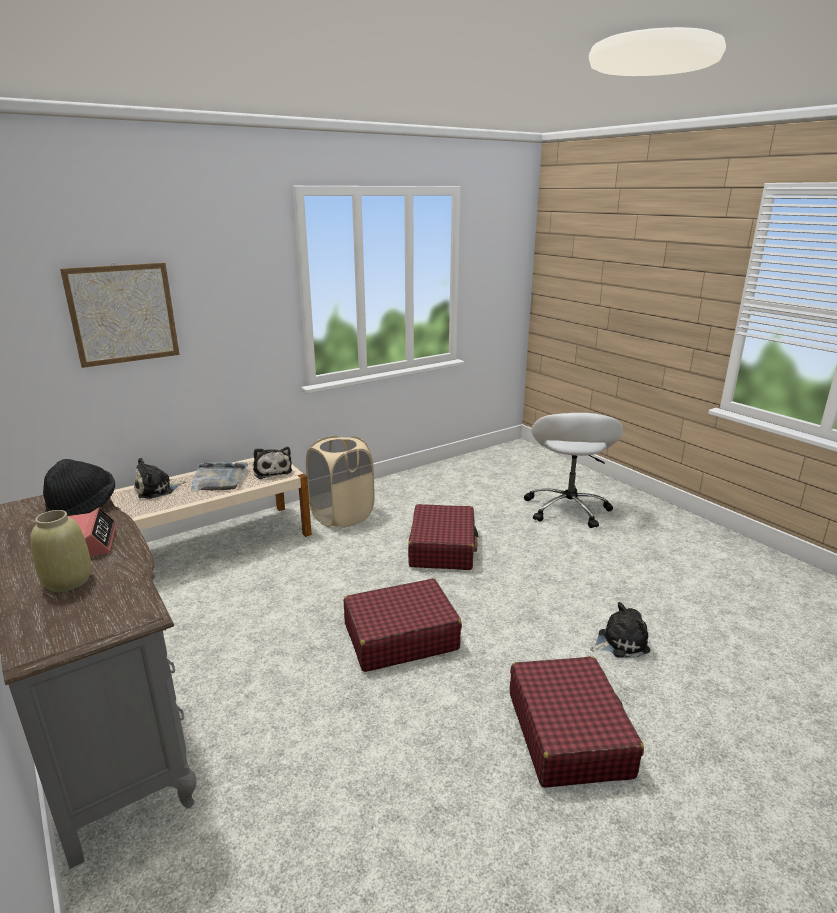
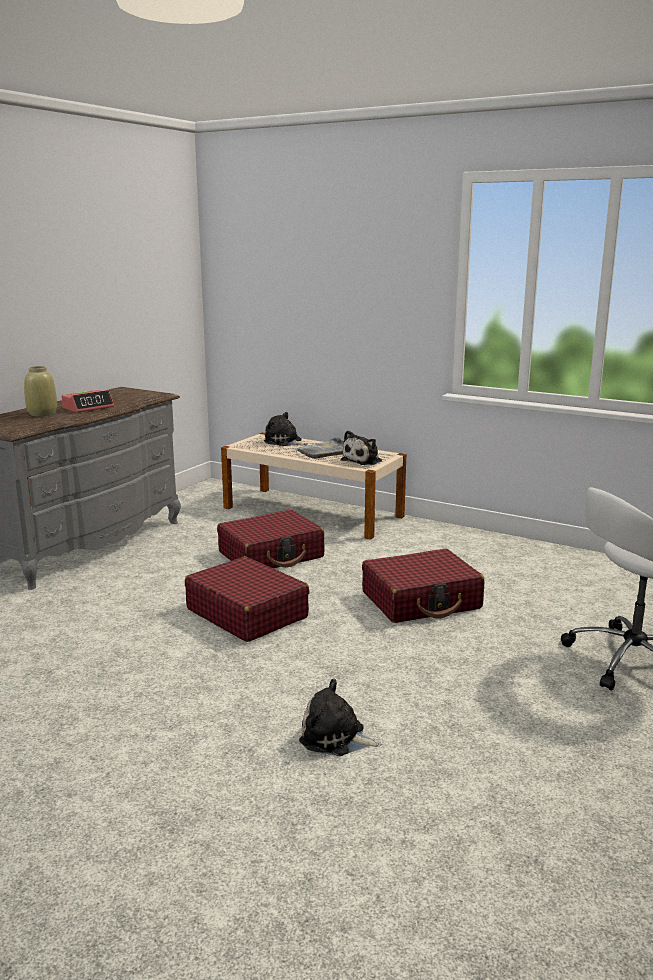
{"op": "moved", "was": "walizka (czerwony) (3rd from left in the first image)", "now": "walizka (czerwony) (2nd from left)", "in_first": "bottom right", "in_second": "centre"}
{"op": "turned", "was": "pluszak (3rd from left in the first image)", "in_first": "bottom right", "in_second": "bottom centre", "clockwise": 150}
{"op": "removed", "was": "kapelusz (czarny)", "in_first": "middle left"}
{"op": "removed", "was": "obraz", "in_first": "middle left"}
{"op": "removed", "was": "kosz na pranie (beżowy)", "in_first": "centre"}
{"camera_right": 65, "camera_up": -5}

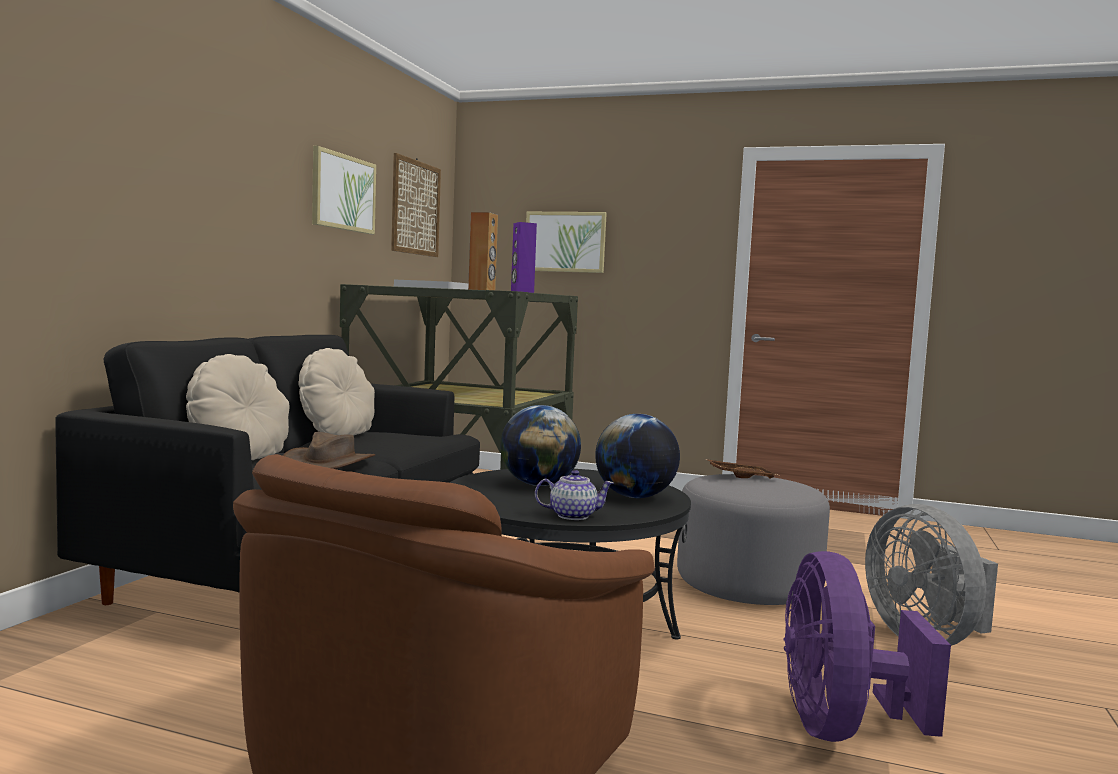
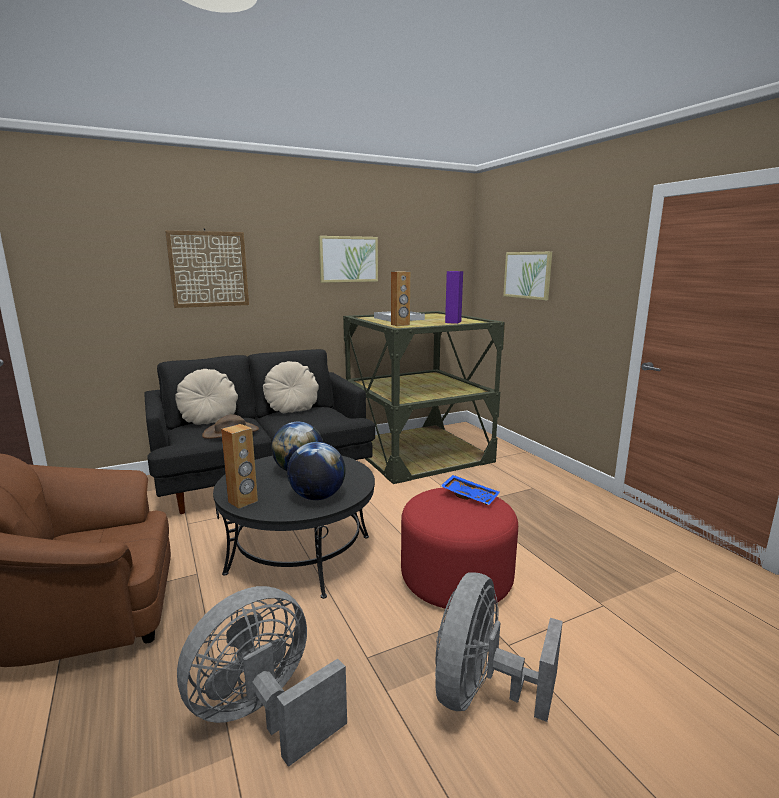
{"op": "moved", "was": "obraz (2nd from left in the first image)", "now": "obraz (1st from left)", "in_first": "top centre", "in_second": "middle left"}
{"op": "recoloured", "was": "wentylator (fioletowy)", "now": "wentylator (szary) (1st from left)", "in_first": "bottom right", "in_second": "bottom centre"}
{"op": "replaced", "was": "imbryk", "now": "głośnik (brązowy) (1st from left)", "in_first": "centre", "in_second": "middle left"}
{"op": "recoloured", "was": "pufa (szary)", "now": "pufa (czerwony)", "in_first": "bottom right", "in_second": "bottom centre"}
{"op": "recoloured", "was": "taca (brązowy)", "now": "taca (niebieski)", "in_first": "centre", "in_second": "centre"}
{"camera_right": 45, "camera_up": 10}

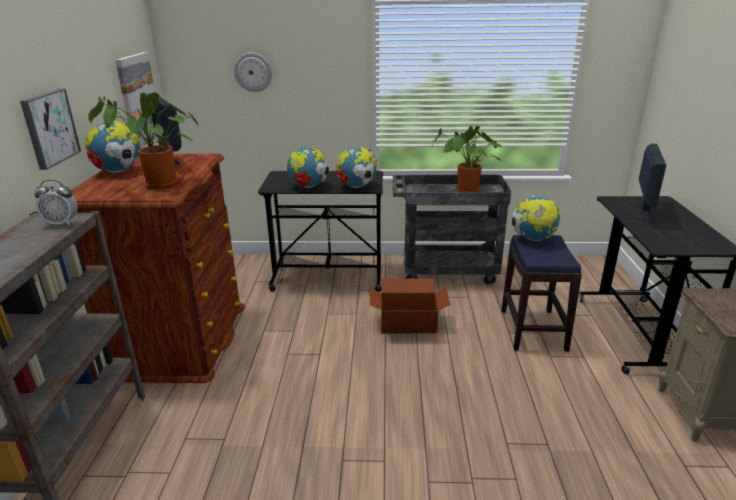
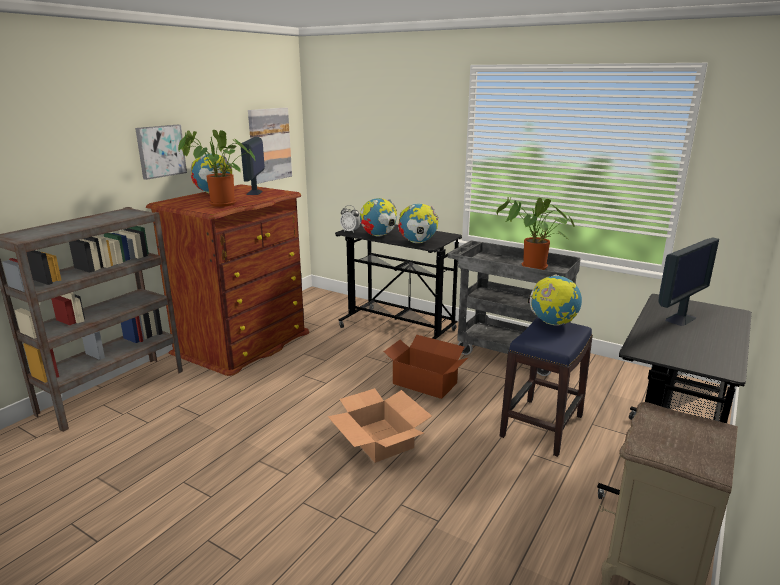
{"op": "added", "now": "karton (1st from left)", "in_second": "bottom centre"}
{"op": "moved", "was": "budzik", "in_first": "middle left", "in_second": "centre"}
{"op": "removed", "was": "zegar ścienny", "in_first": "top centre"}
{"camera_right": 30, "camera_up": -5}

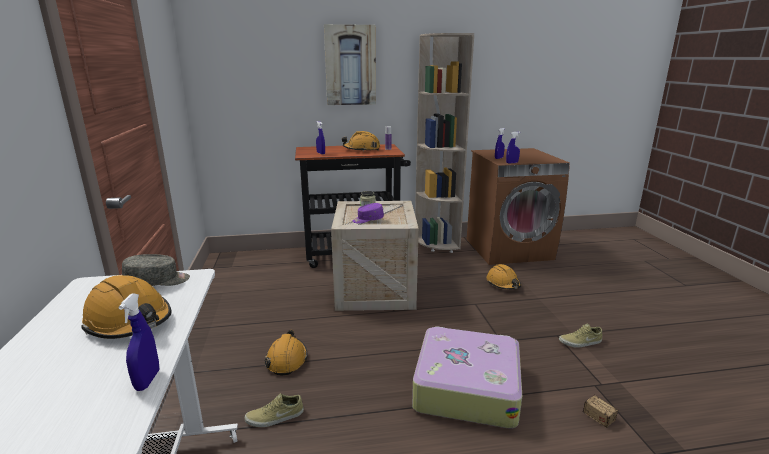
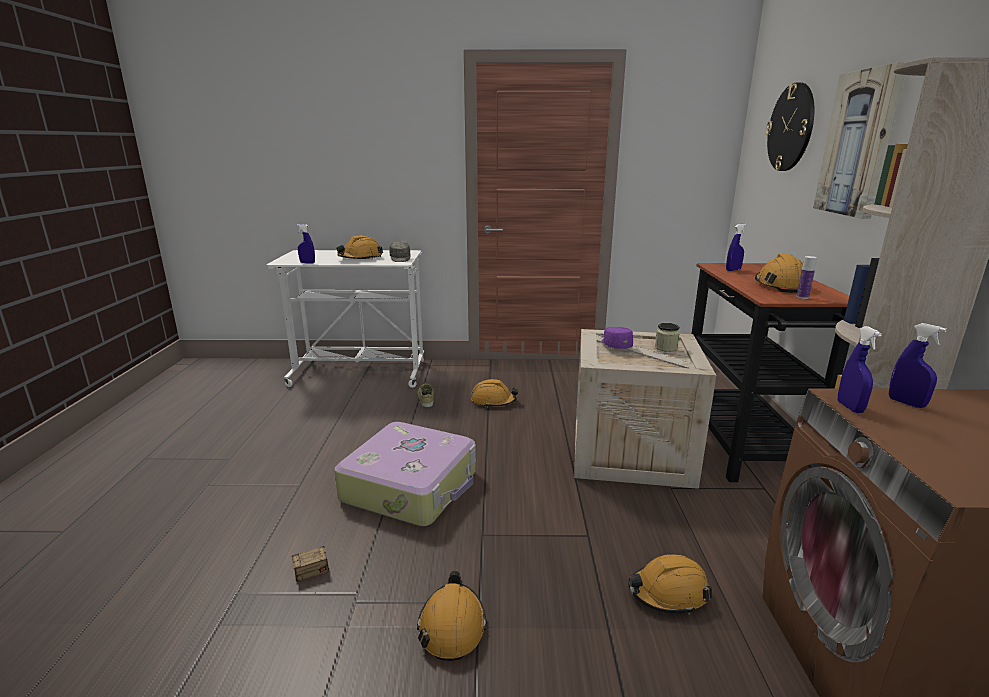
{"op": "replaced", "was": "but (beżowy) (2nd from left)", "now": "kask (pomarańczowy) (2nd from left)", "in_first": "bottom right", "in_second": "bottom centre"}
{"op": "added", "now": "zegar ścienny", "in_second": "top right"}
{"camera_right": 100, "camera_up": 0}

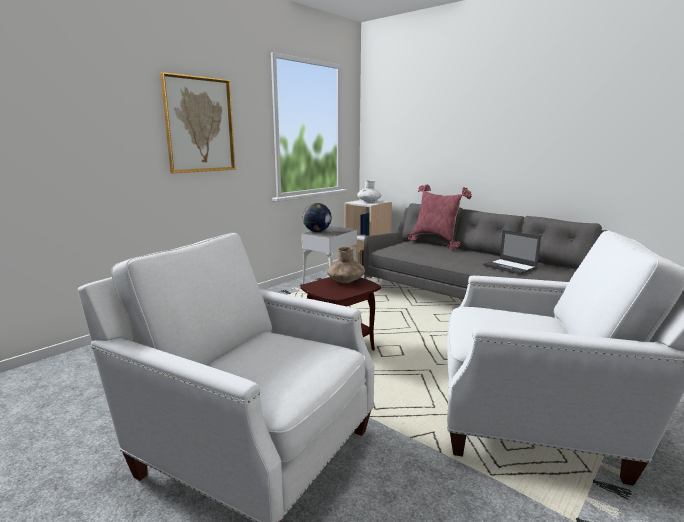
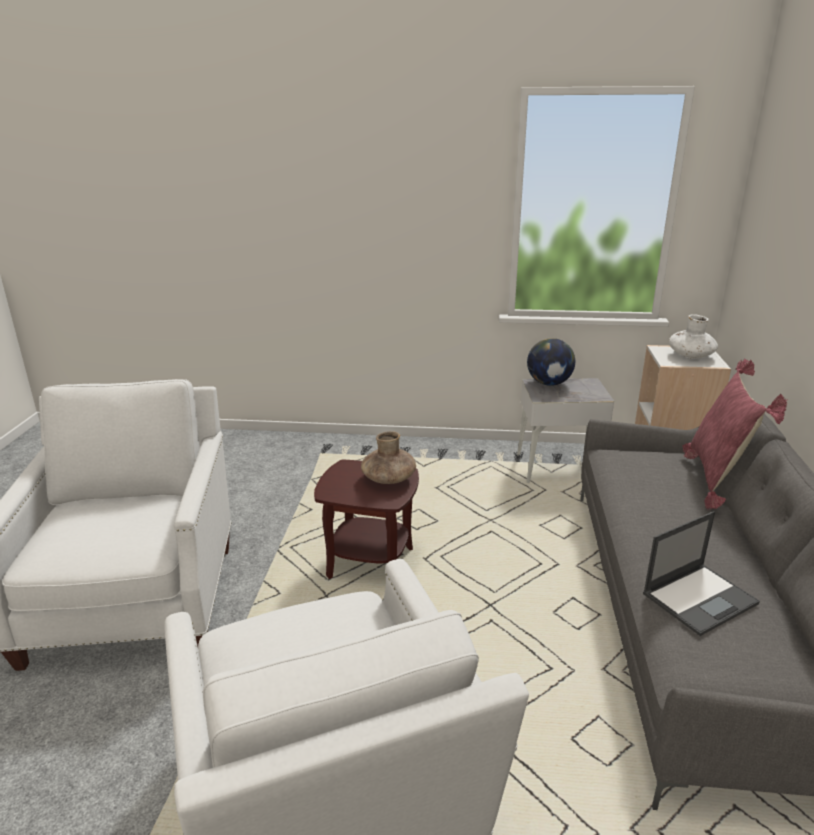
{"op": "turned", "was": "laptop", "in_first": "middle right", "in_second": "bottom right", "clockwise": -135}
{"op": "removed", "was": "obraz", "in_first": "top left"}
{"camera_right": 55, "camera_up": 10}

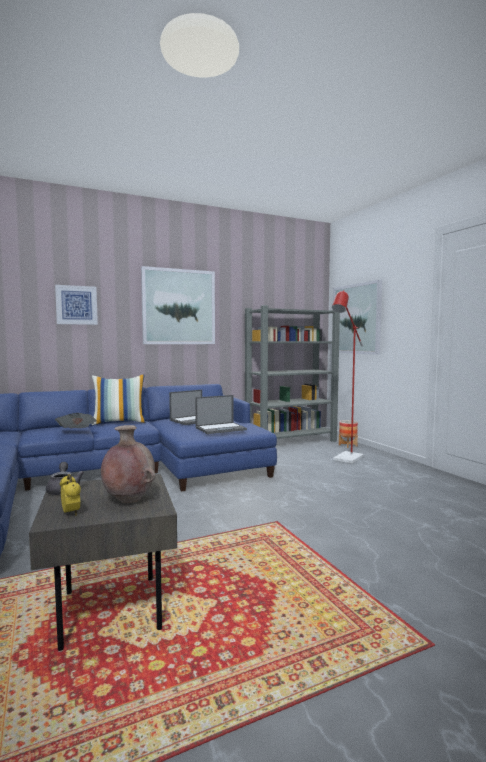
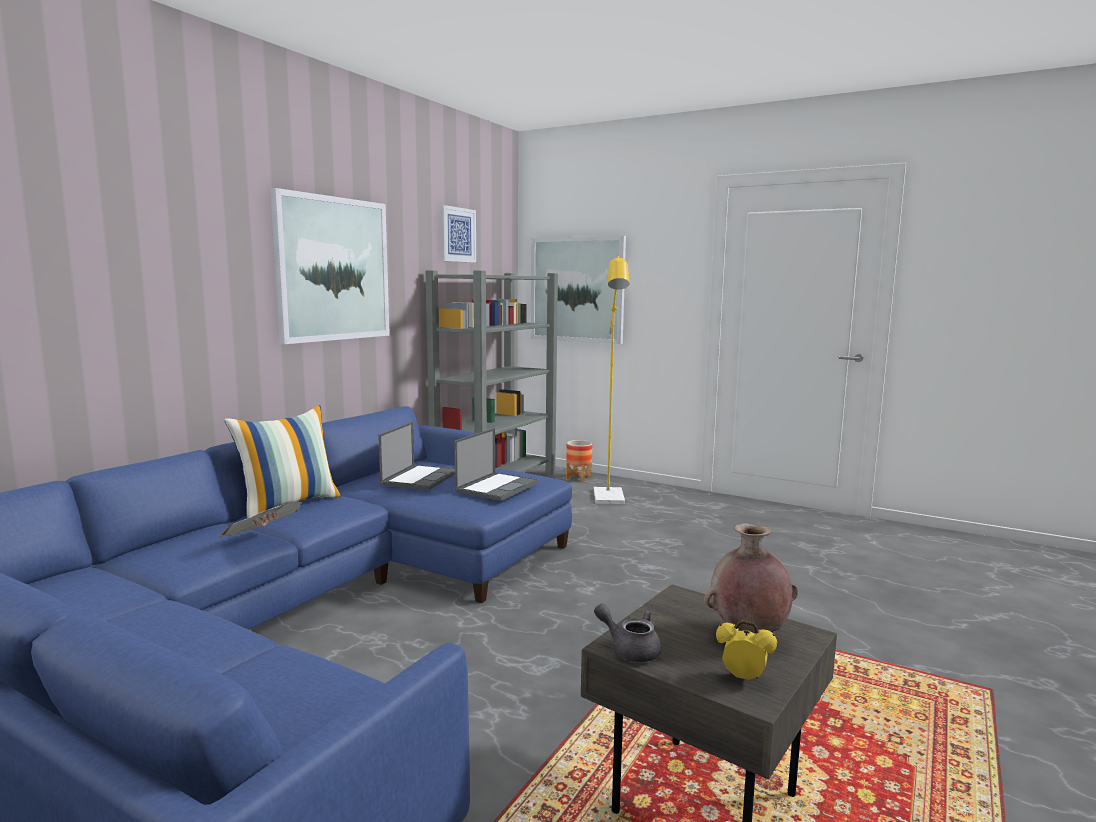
{"op": "moved", "was": "obraz (1st from left in the first image)", "now": "obraz (2nd from left)", "in_first": "middle left", "in_second": "top centre"}
{"op": "recoloured", "was": "lampa stojąca (czerwony)", "now": "lampa stojąca (żółty)", "in_first": "middle right", "in_second": "centre"}
{"camera_right": -35, "camera_up": 5}

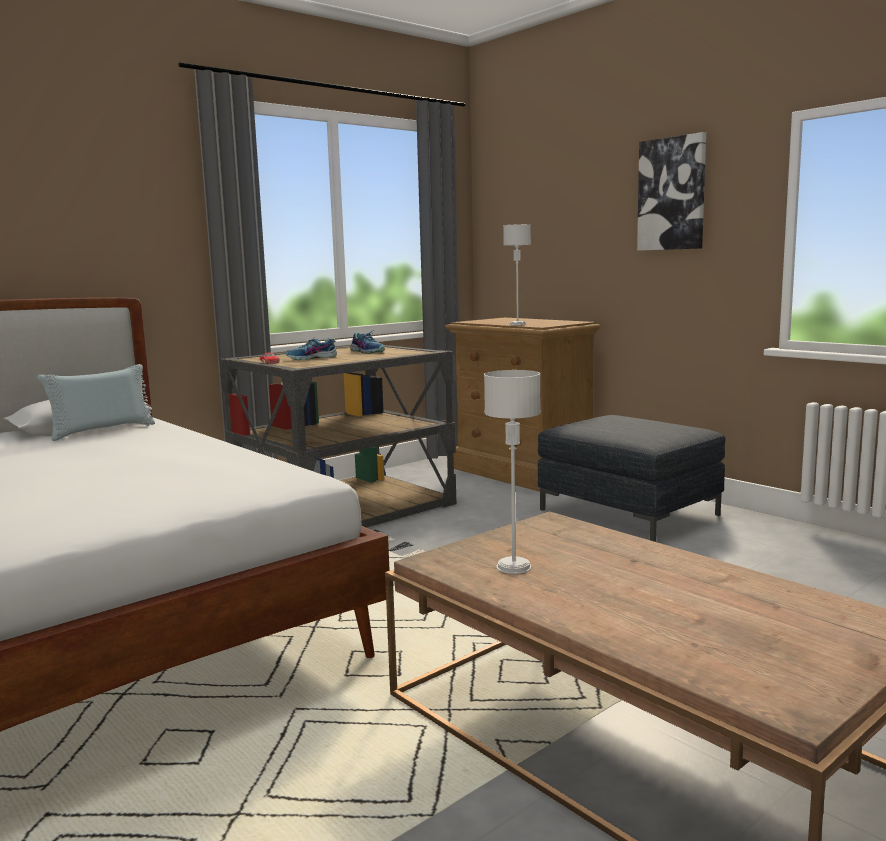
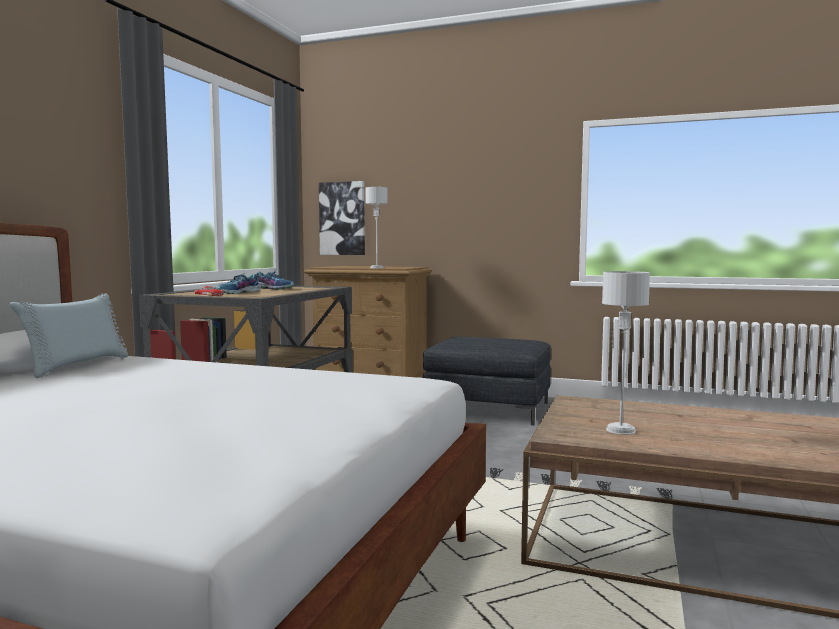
{"op": "moved", "was": "obraz", "in_first": "top right", "in_second": "centre"}
{"camera_right": -30, "camera_up": -5}

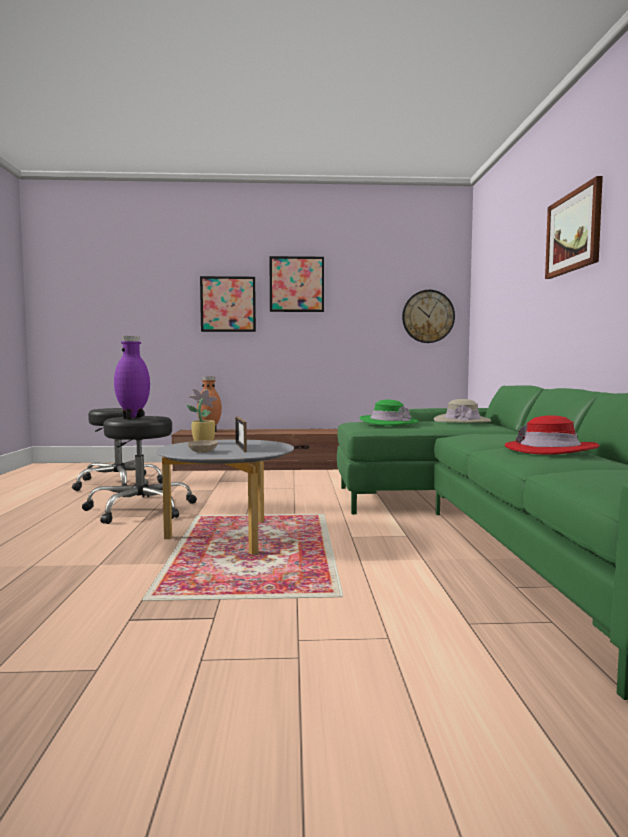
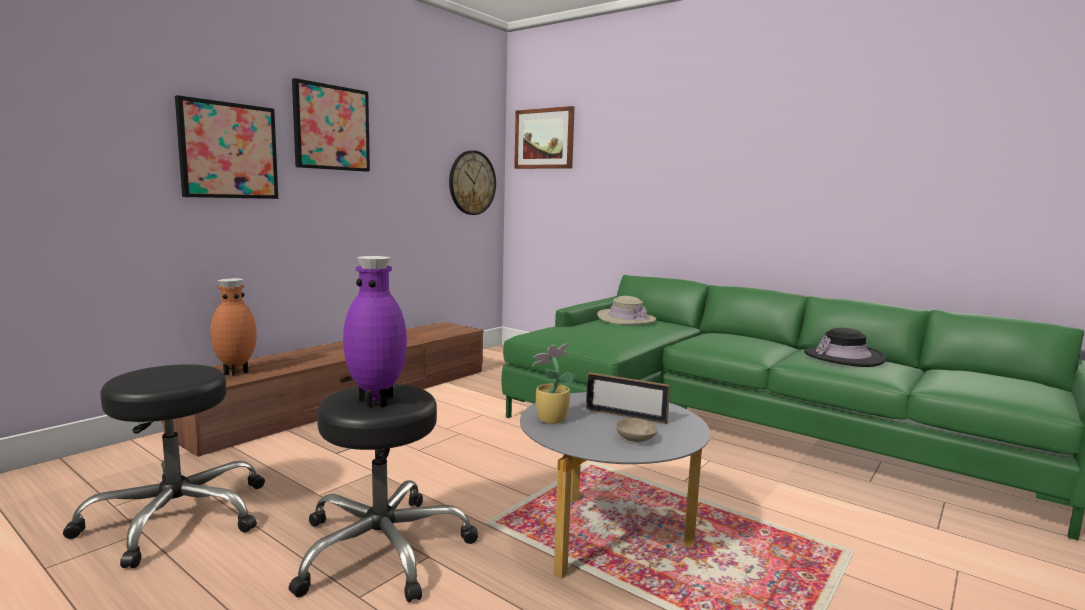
{"op": "moved", "was": "obraz (3rd from left)", "in_first": "top right", "in_second": "top centre"}
{"op": "recoloured", "was": "kapelusz (czerwony)", "now": "kapelusz (czarny)", "in_first": "middle right", "in_second": "middle right"}
{"op": "removed", "was": "kapelusz (zielony)", "in_first": "centre"}
{"camera_right": -50, "camera_up": 5}

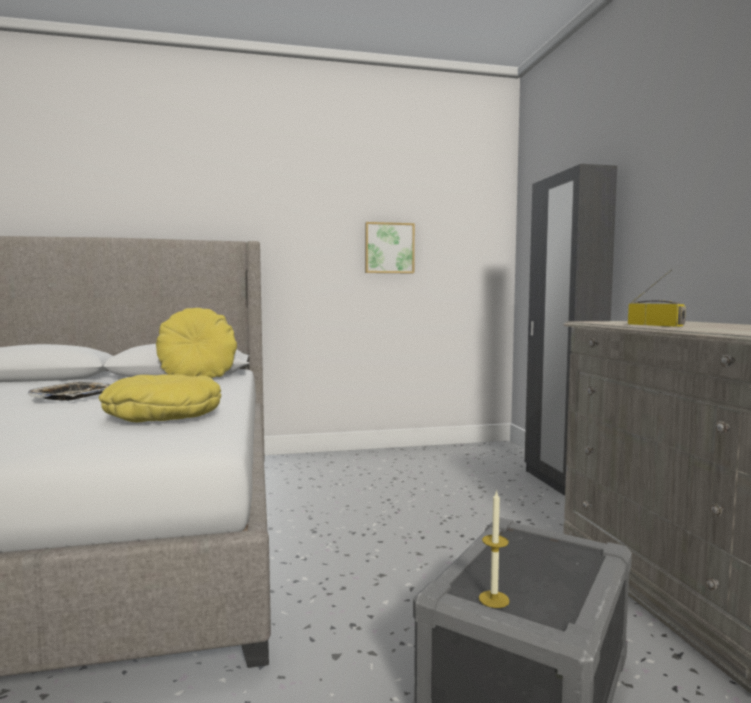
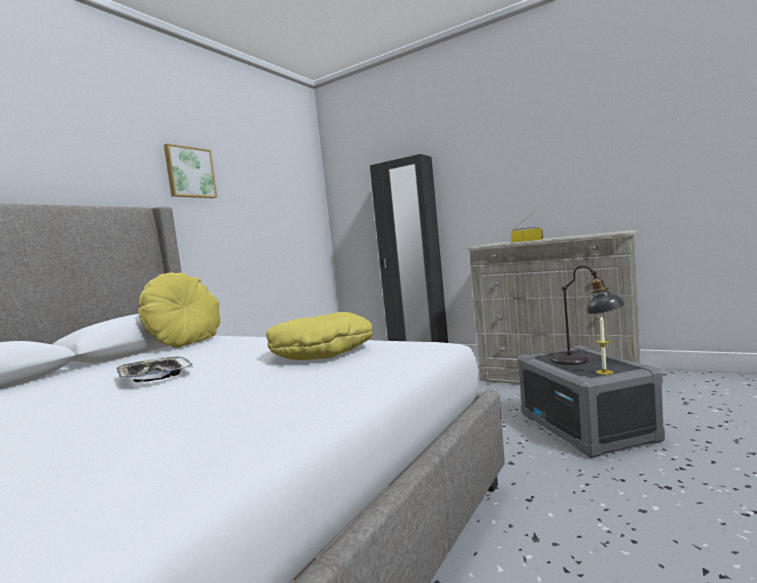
{"op": "moved", "was": "obraz", "in_first": "centre", "in_second": "top left"}
{"op": "added", "now": "lampa stołowa (szary)", "in_second": "middle right"}
{"camera_right": -45, "camera_up": 0}

